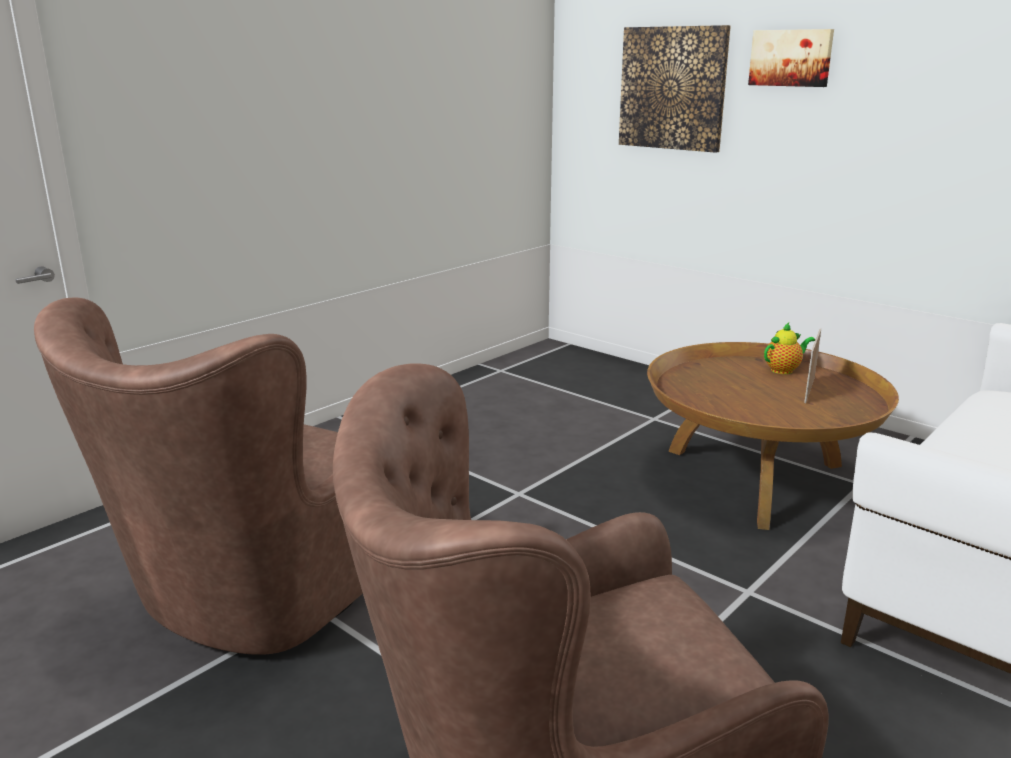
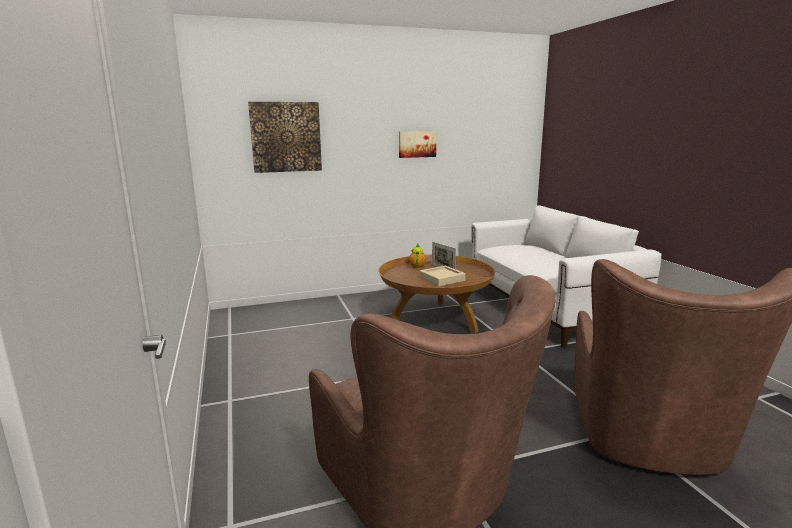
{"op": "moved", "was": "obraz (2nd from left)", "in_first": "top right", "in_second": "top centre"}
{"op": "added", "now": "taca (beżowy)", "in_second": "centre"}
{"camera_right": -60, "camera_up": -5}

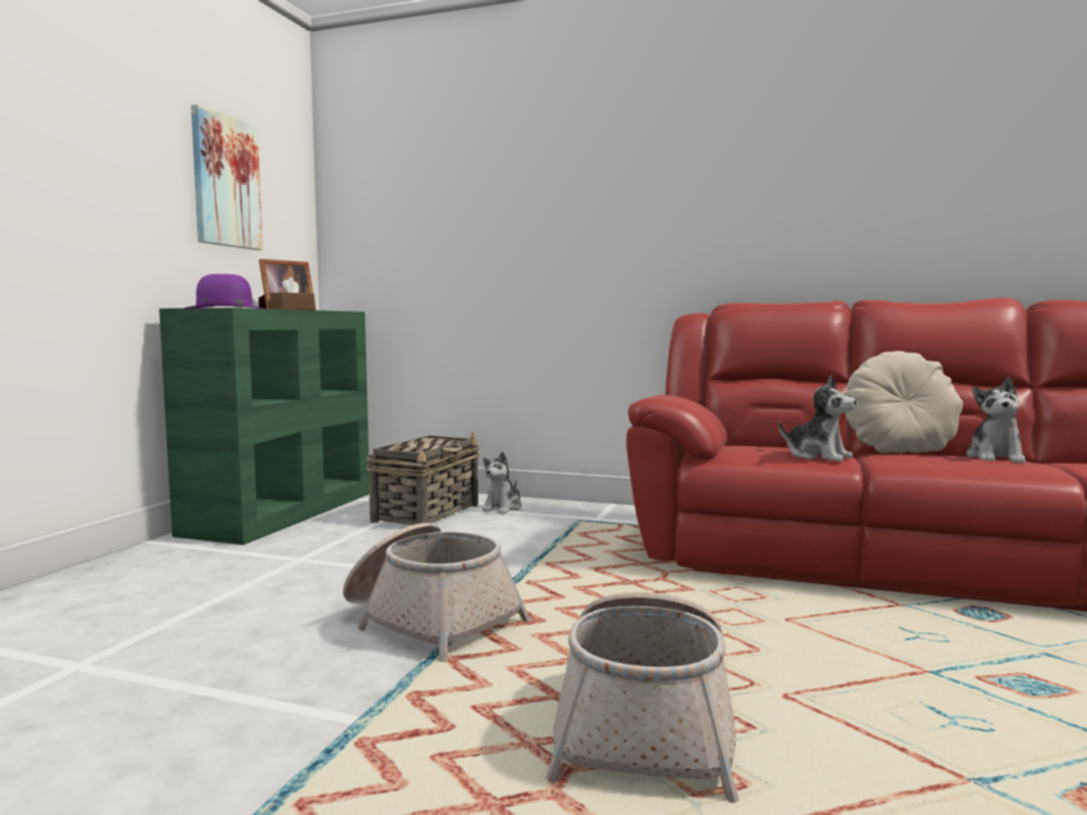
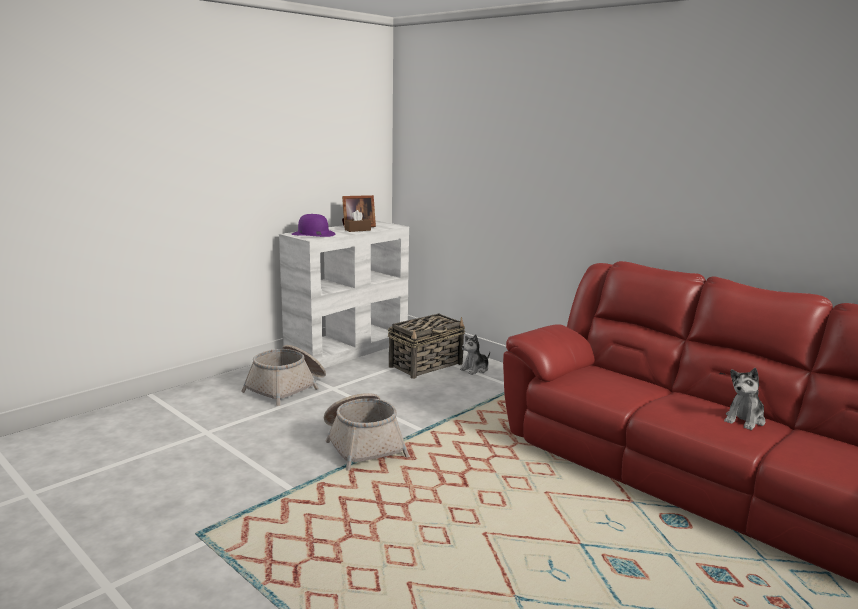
{"op": "moved", "was": "koszyk (3rd from left in the first image)", "now": "koszyk (1st from left)", "in_first": "bottom centre", "in_second": "middle left"}
{"op": "recoloured", "was": "regał (zielony)", "now": "regał (biały)", "in_first": "middle left", "in_second": "centre"}
{"op": "removed", "was": "obraz", "in_first": "top left"}
{"op": "removed", "was": "pluszak (2nd from left)", "in_first": "middle right"}
{"op": "removed", "was": "poduszka (beżowy)", "in_first": "middle right"}
{"camera_right": 25, "camera_up": 10}

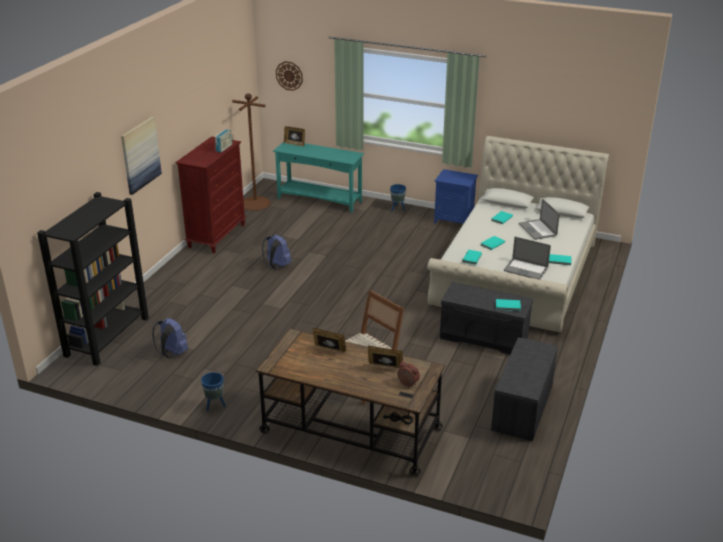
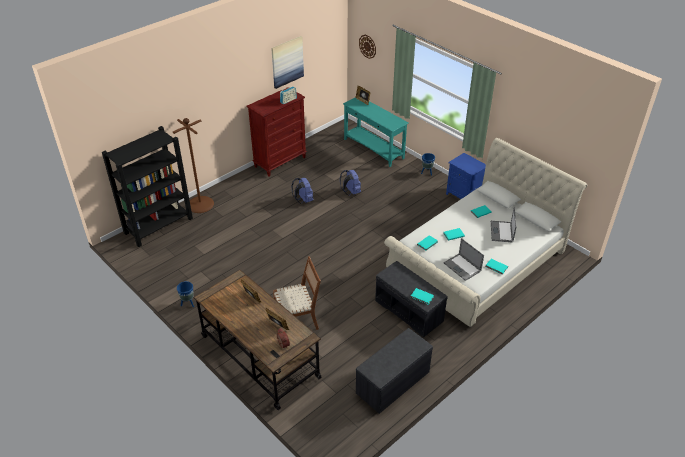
{"op": "moved", "was": "wieszak (brązowy)", "in_first": "top centre", "in_second": "middle left"}
{"op": "moved", "was": "obraz", "in_first": "top left", "in_second": "top centre"}
{"op": "moved", "was": "plecak (niebieski) (1st from left in the first image)", "now": "plecak (niebieski) (2nd from left)", "in_first": "middle left", "in_second": "centre"}
{"camera_right": 25, "camera_up": 10}

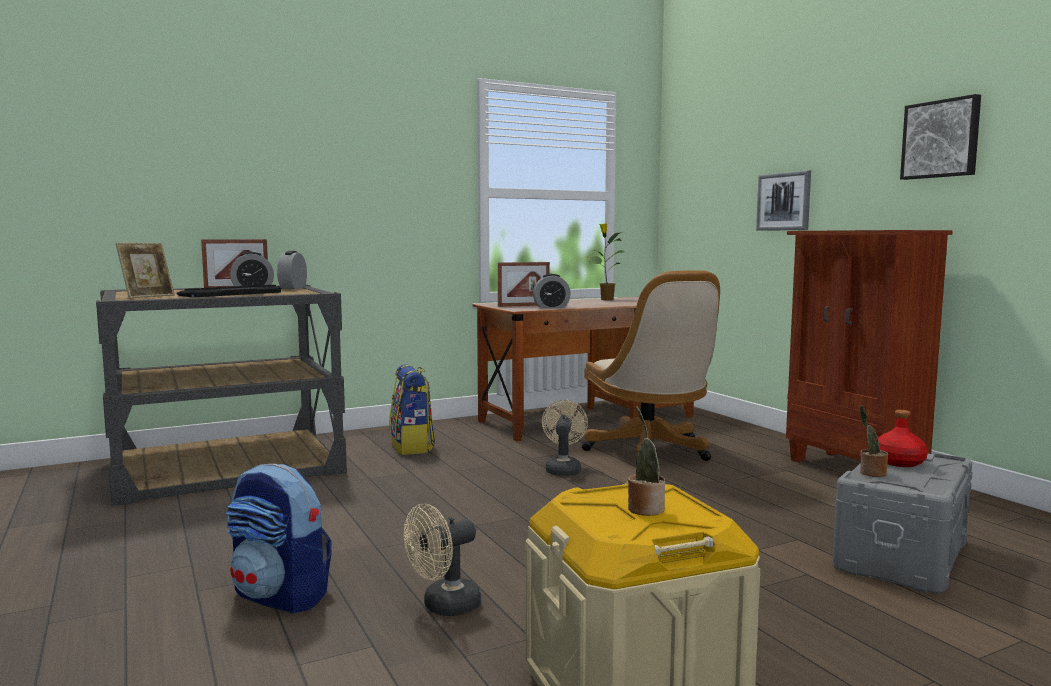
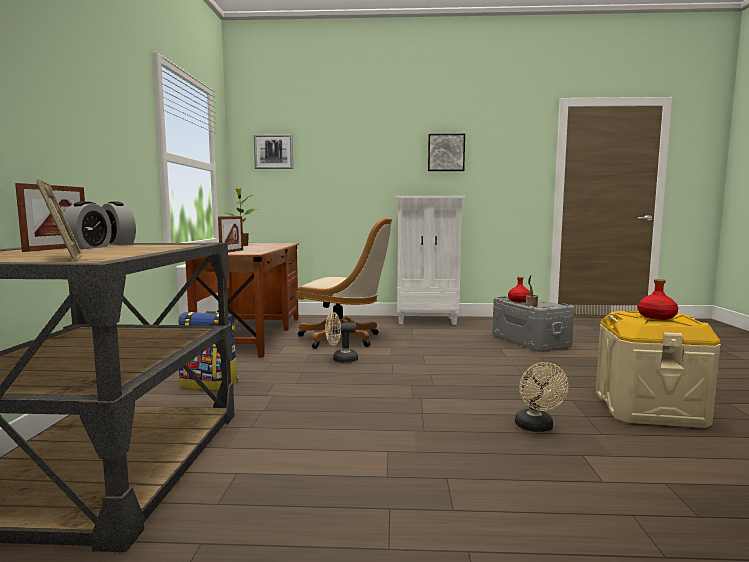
{"op": "moved", "was": "obraz (1st from left)", "in_first": "top right", "in_second": "top centre"}
{"op": "turned", "was": "wentylator (beżowy) (2nd from left in the first image)", "in_first": "centre", "in_second": "centre", "clockwise": -45}
{"op": "recoloured", "was": "szafka (brązowy)", "now": "szafka (biały)", "in_first": "middle right", "in_second": "centre"}
{"op": "replaced", "was": "roślina doniczkowa (2nd from left)", "now": "butelka (czerwony) (2nd from left)", "in_first": "bottom centre", "in_second": "middle right"}
{"op": "removed", "was": "klawiatura", "in_first": "middle left"}
{"op": "removed", "was": "plecak (1st from left)", "in_first": "bottom left"}
{"op": "removed", "was": "budzik (3rd from left)", "in_first": "centre"}
{"camera_right": -60, "camera_up": 0}

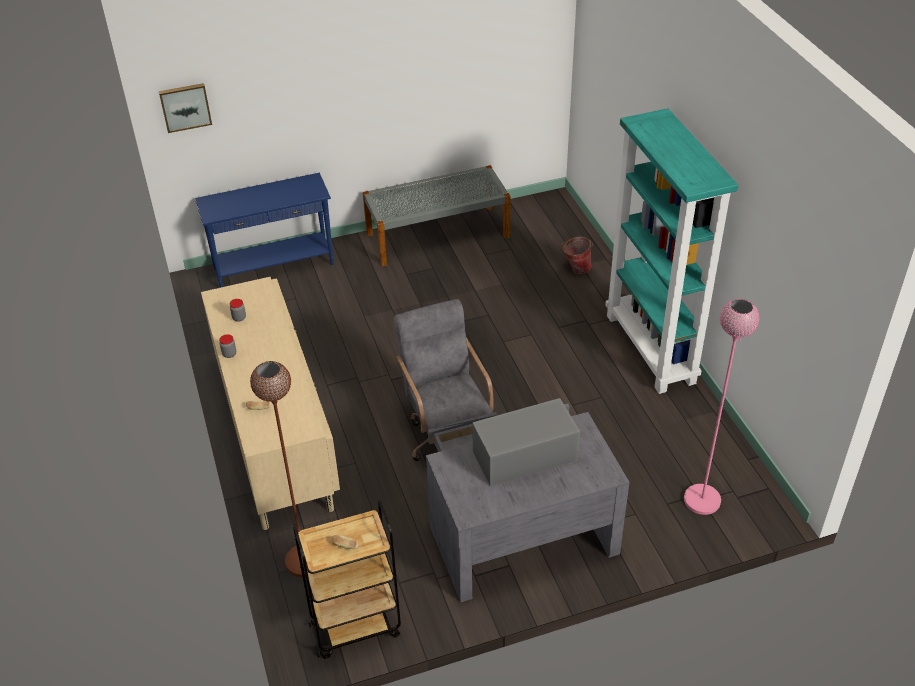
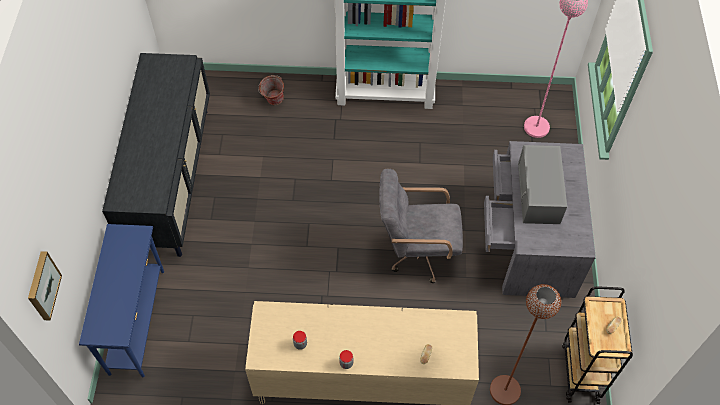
{"op": "replaced", "was": "ławka (szary)", "now": "szafka (czarny)", "in_first": "top centre", "in_second": "middle left"}
{"camera_right": -70, "camera_up": 15}

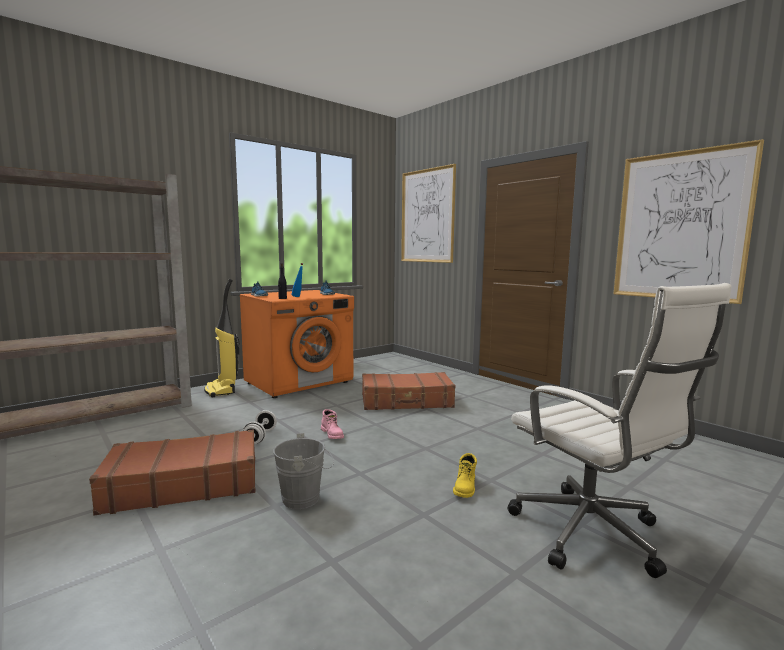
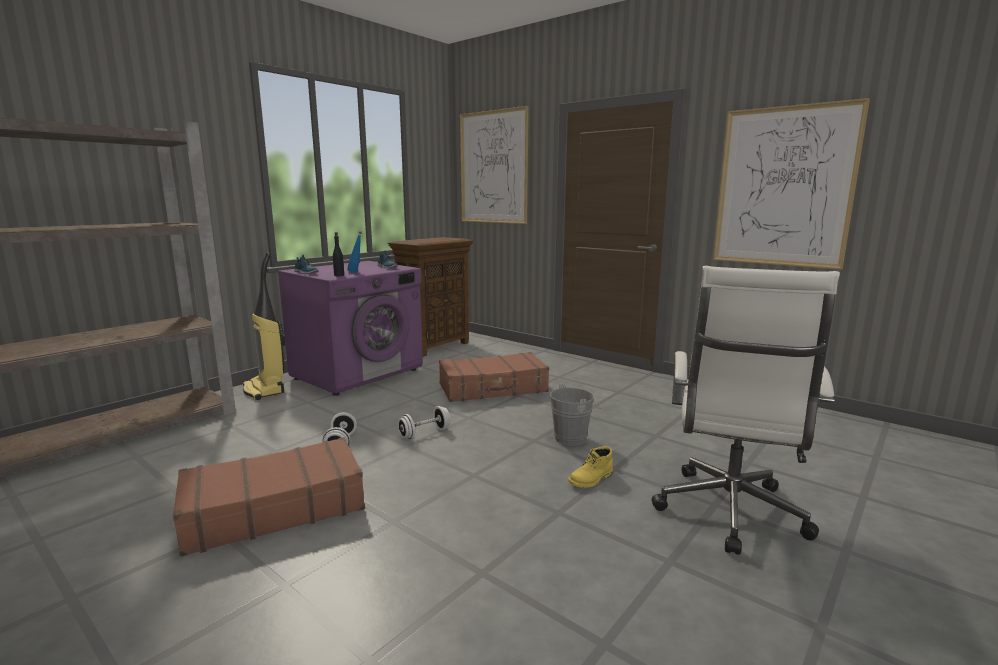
{"op": "recoloured", "was": "pralka (pomarańczowy)", "now": "pralka (fioletowy)", "in_first": "centre", "in_second": "centre"}
{"op": "added", "now": "szafka (brązowy)", "in_second": "centre"}
{"op": "replaced", "was": "but z cholewką (różowy)", "now": "hantel (biały) (2nd from left)", "in_first": "centre", "in_second": "centre"}
{"op": "moved", "was": "wiadro (szary)", "in_first": "bottom centre", "in_second": "centre"}
{"op": "turned", "was": "but z cholewką (żółty)", "in_first": "bottom centre", "in_second": "bottom centre", "clockwise": 45}
{"op": "turned", "was": "krzesło biurowe (biały)", "in_first": "middle right", "in_second": "middle right", "clockwise": 60}
{"camera_right": -10, "camera_up": 5}

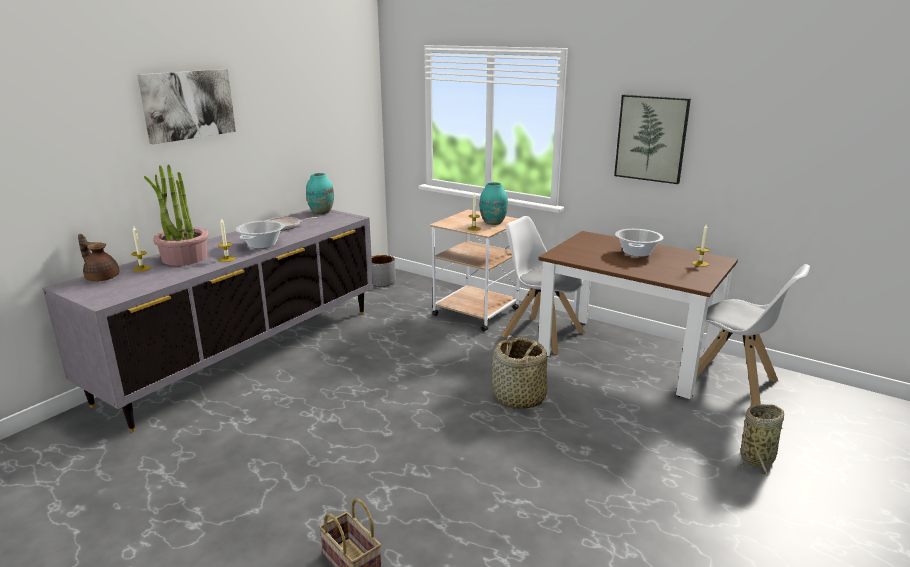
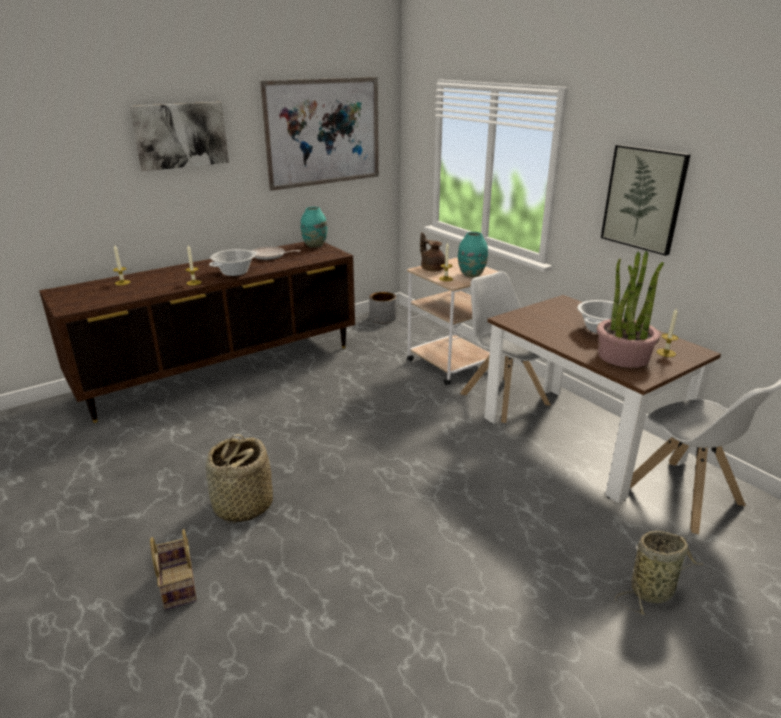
{"op": "recoloured", "was": "szafka (szary)", "now": "szafka (brązowy)", "in_first": "middle left", "in_second": "middle left"}
{"op": "moved", "was": "koszyk (2nd from left)", "in_first": "centre", "in_second": "middle left"}
{"op": "added", "now": "obraz (2nd from left)", "in_second": "top centre"}
{"op": "moved", "was": "imbryk (brązowy)", "in_first": "middle left", "in_second": "centre"}
{"op": "moved", "was": "roślina doniczkowa", "in_first": "middle left", "in_second": "middle right"}
{"camera_right": 20, "camera_up": 5}

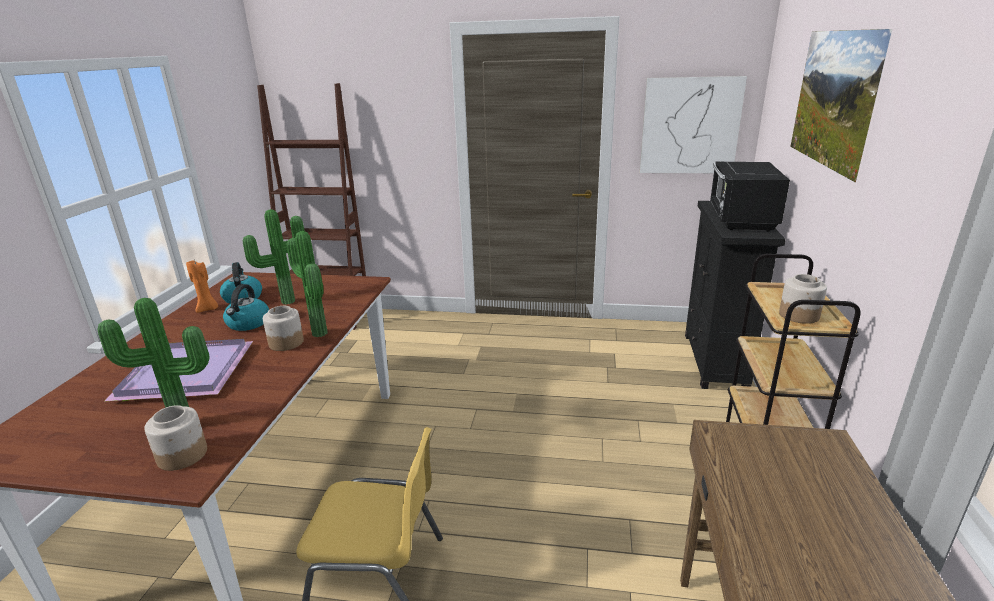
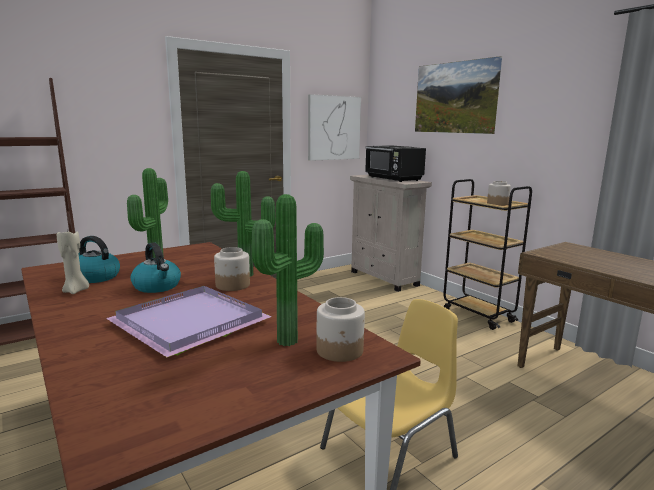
{"op": "recoloured", "was": "świeca (pomarańczowy)", "now": "świeca (beżowy)", "in_first": "middle left", "in_second": "middle left"}
{"op": "recoloured", "was": "szafka (czarny)", "now": "szafka (beżowy)", "in_first": "middle right", "in_second": "centre"}
{"camera_right": -45, "camera_up": -10}

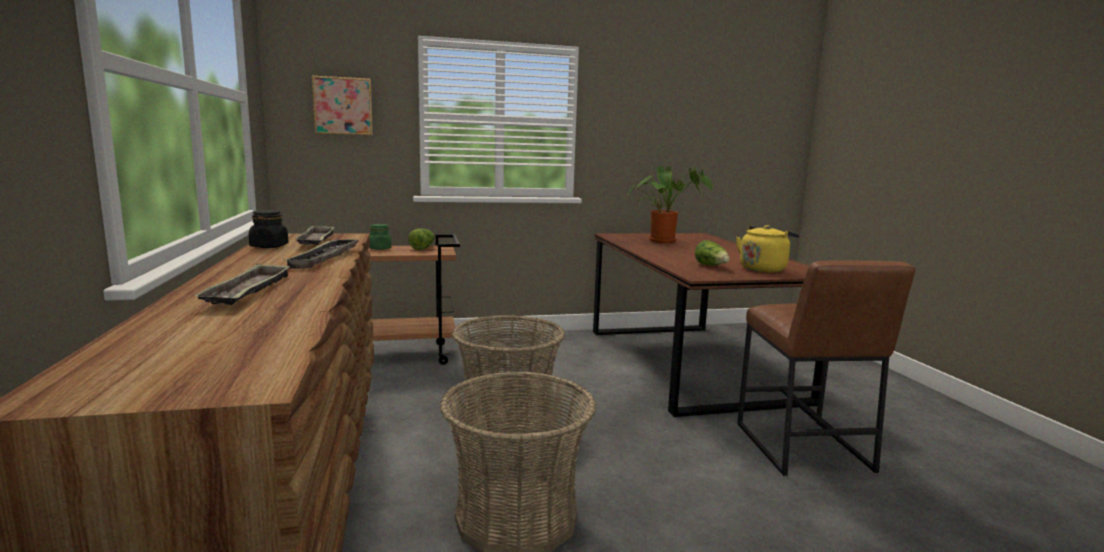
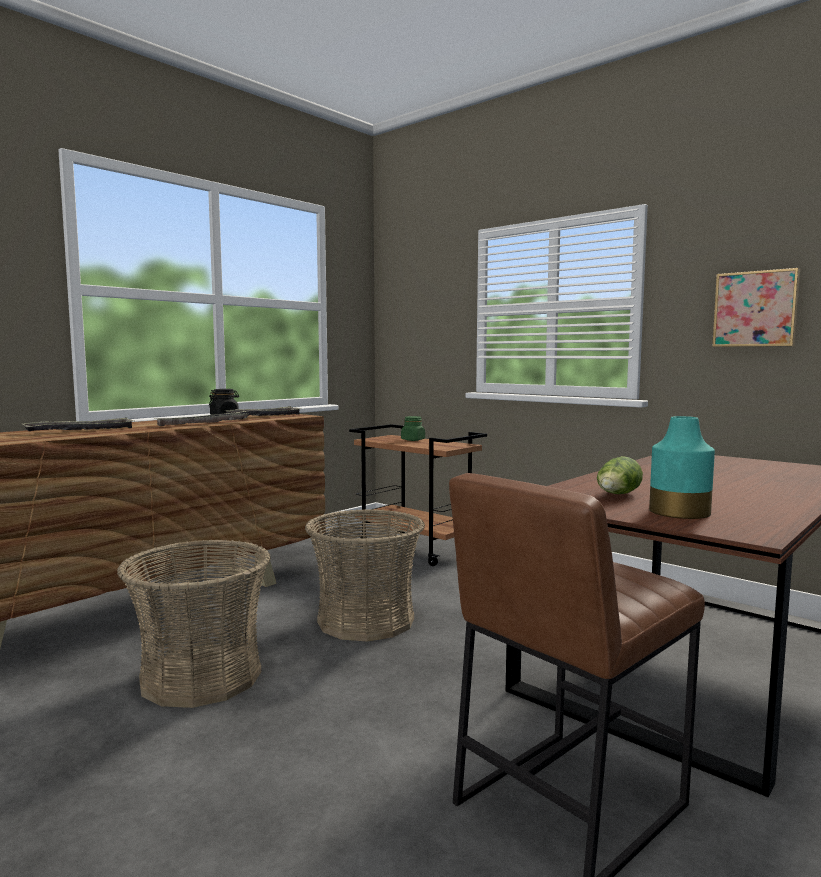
{"op": "replaced", "was": "czajnik (żółty)", "now": "wazon (turkusowy)", "in_first": "middle right", "in_second": "middle right"}
{"op": "moved", "was": "obraz", "in_first": "top left", "in_second": "middle right"}
{"op": "removed", "was": "sałata (1st from left)", "in_first": "centre"}
{"op": "removed", "was": "roślina doniczkowa", "in_first": "centre"}
{"camera_right": 55, "camera_up": -5}

